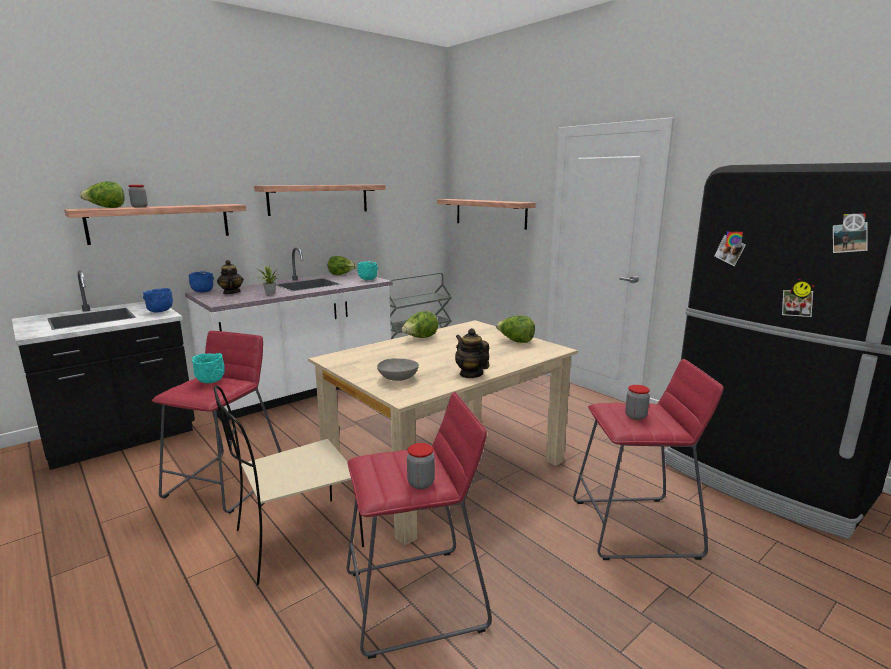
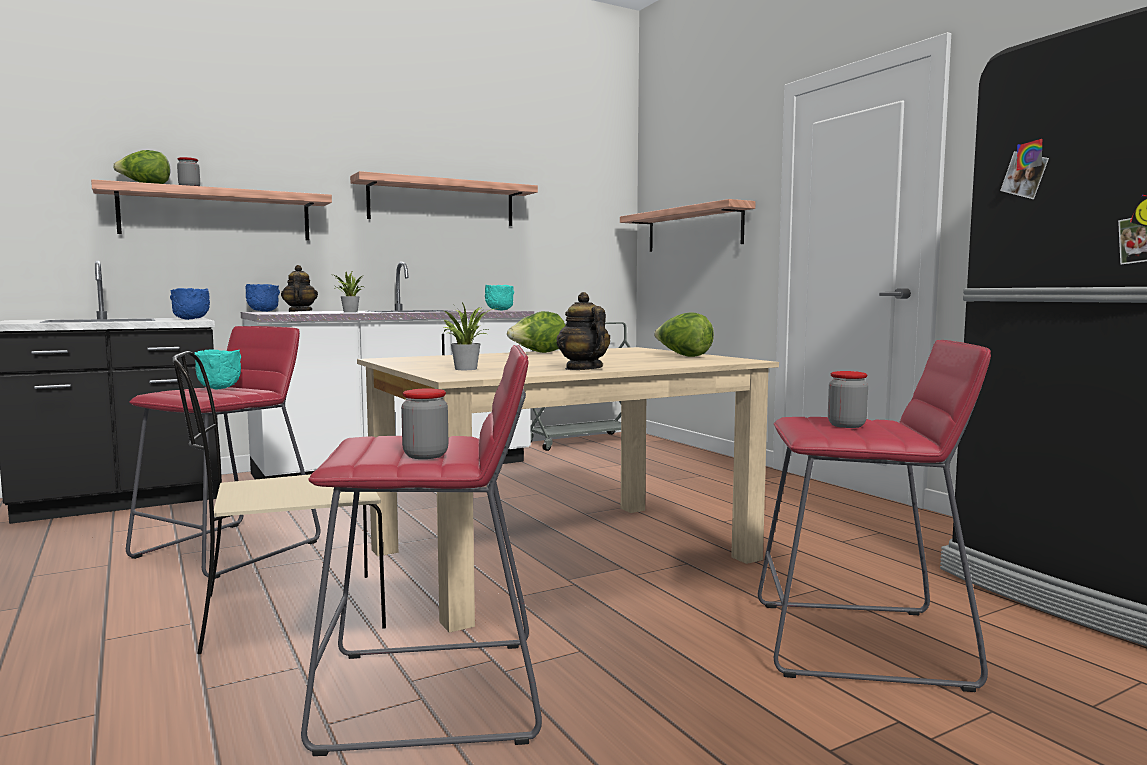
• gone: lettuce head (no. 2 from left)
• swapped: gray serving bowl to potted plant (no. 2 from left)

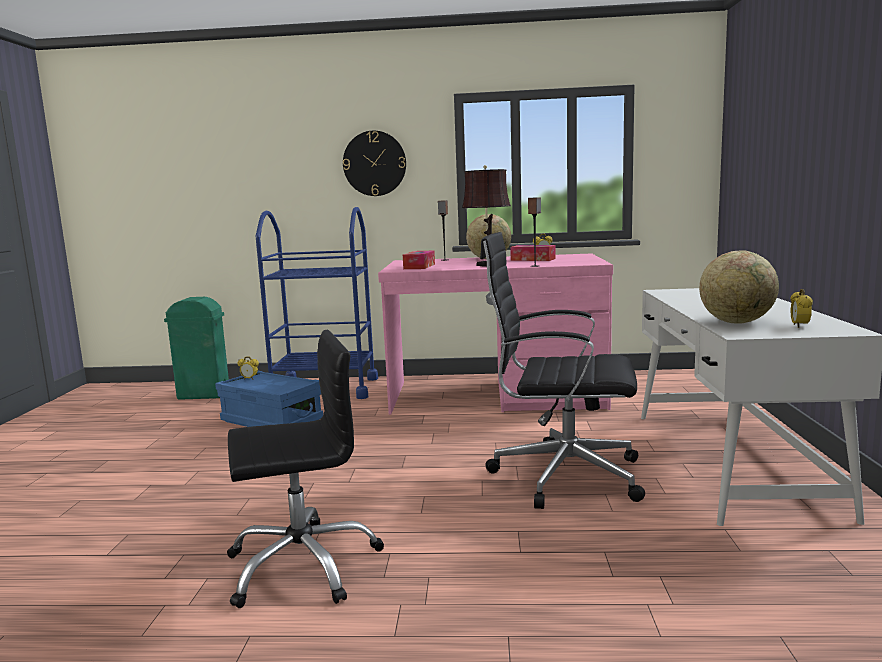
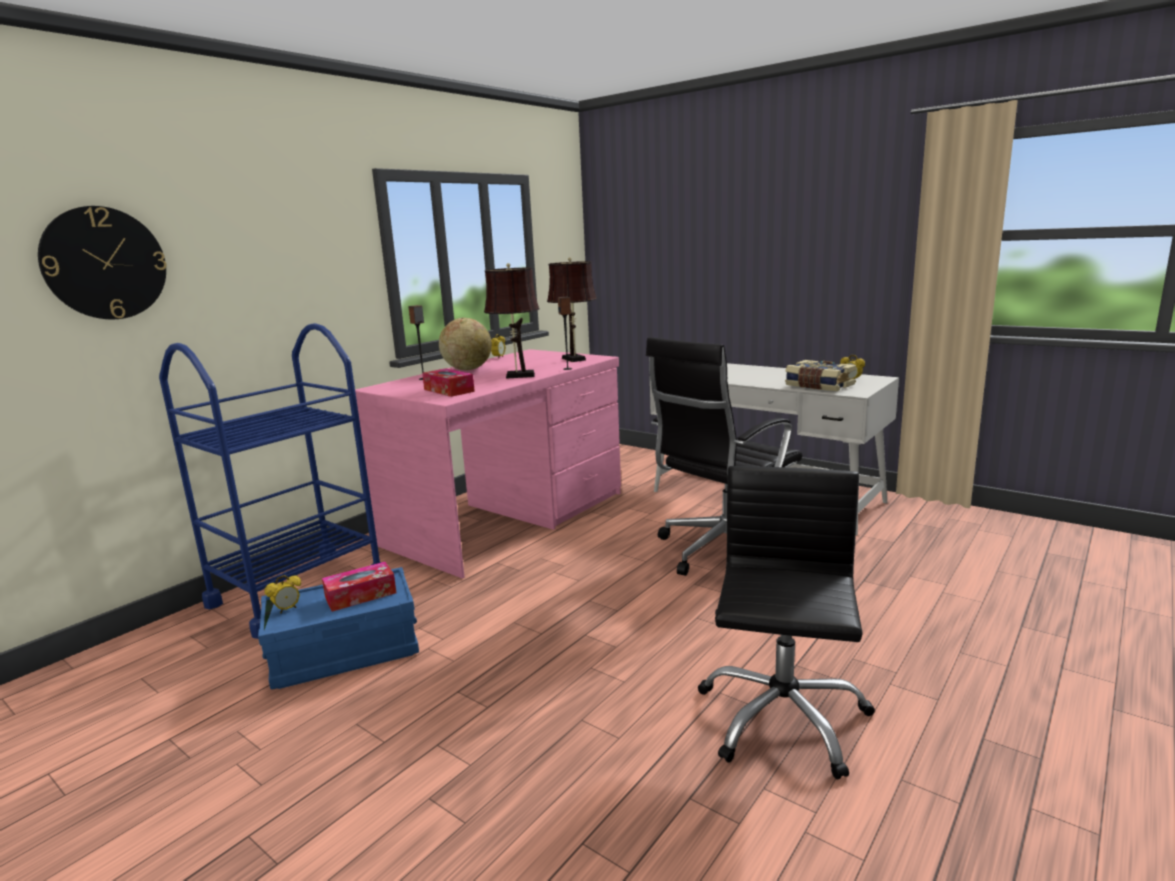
• gone: greenish waste bin
• new: brown-coloured table lamp (no. 2 from left)
• shifted: hanging clock
• shifted: tissue holder (no. 2 from left in the first image) to tissue holder (no. 1 from left)
• swapped: world globe (no. 2 from left) to book

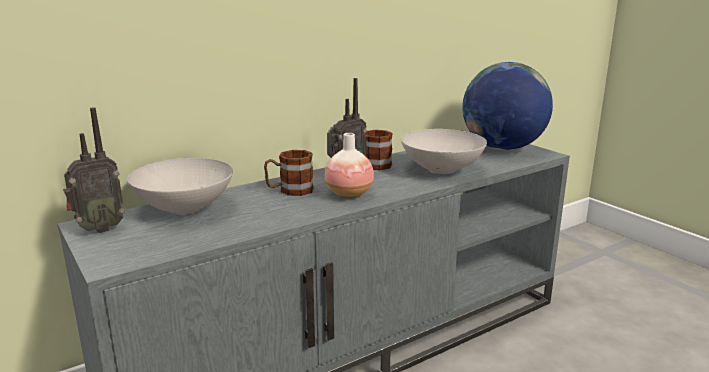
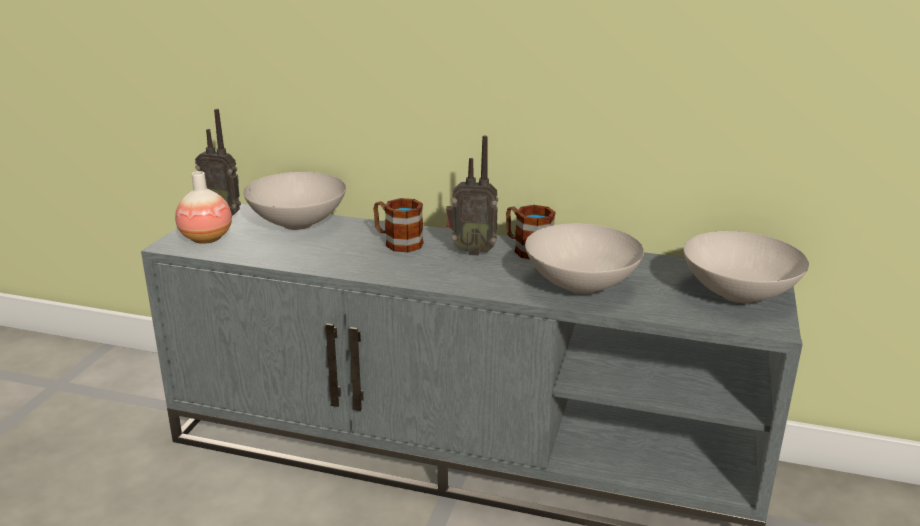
• shifted: decorative vase
• swapped: world globe to white-coloured serving bowl (no. 3 from left)

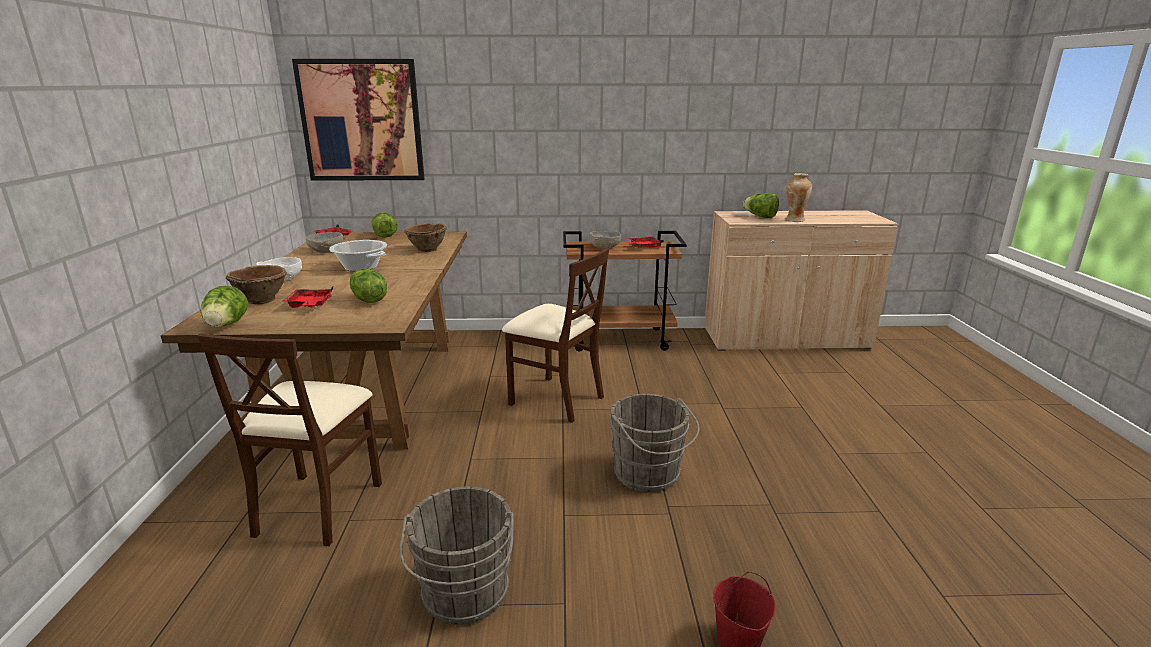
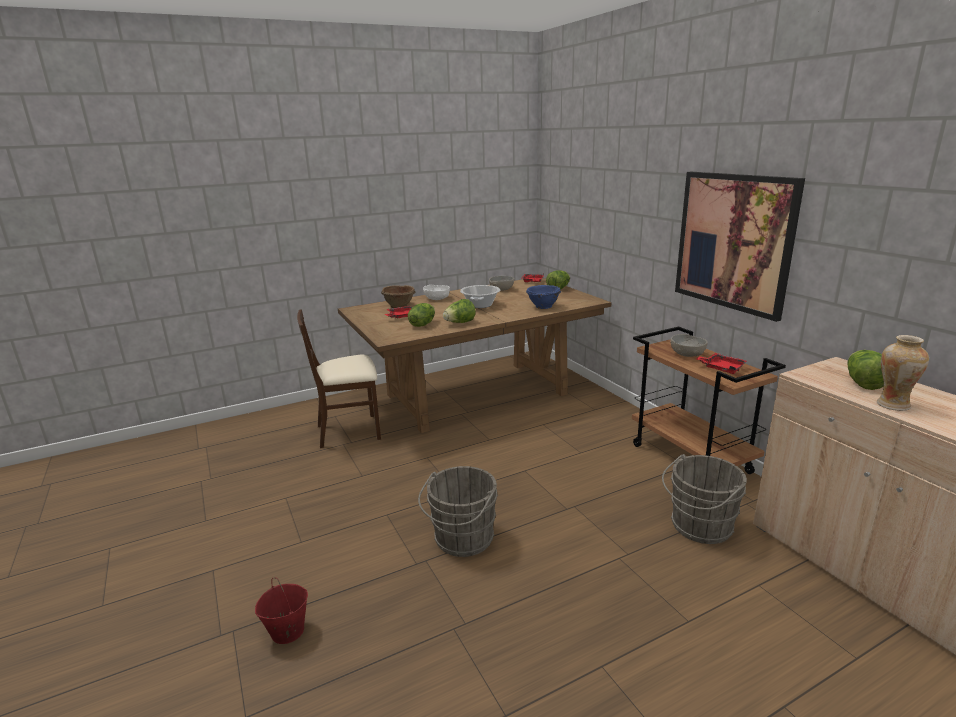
• gone: sand-coloured upright chair (no. 2 from left)
• shifted: lettuce head (no. 1 from left in the first image) to lettuce head (no. 2 from left)
• shifted: wall picture
• shifted: gray bucket (no. 1 from left in the first image) to gray bucket (no. 2 from left)
• repainted: brown-coloured serving bowl (no. 2 from left) to bluish serving bowl

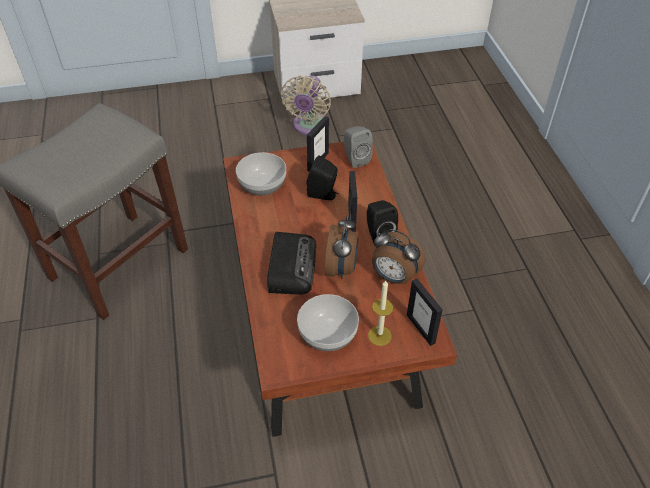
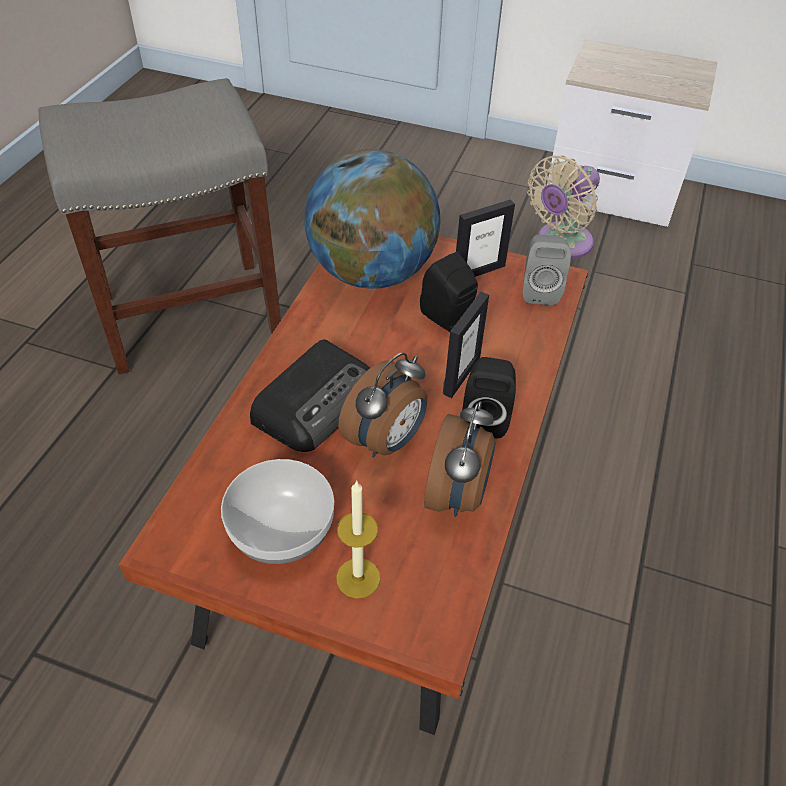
• gone: picture frame (no. 3 from left)
• swapped: serving bowl (no. 1 from left) to world globe
• rotated: bedside clock (no. 2 from left) 135 degrees counterclockwise

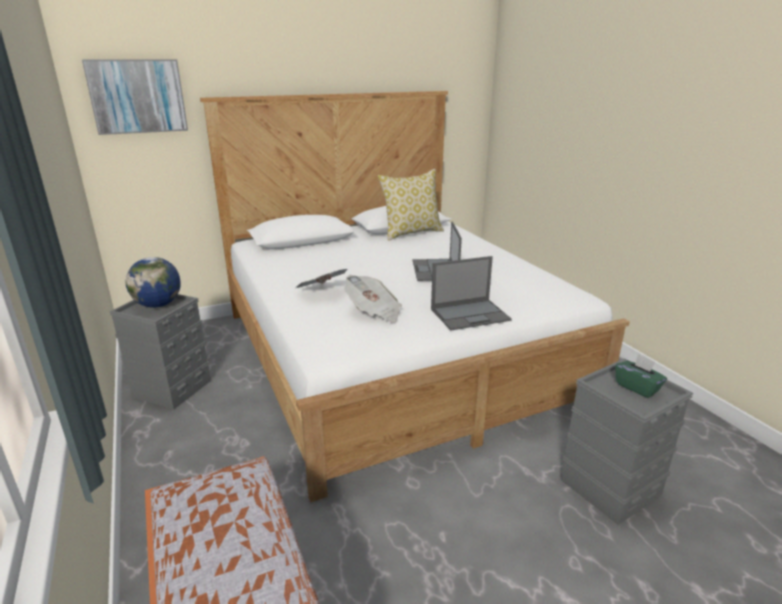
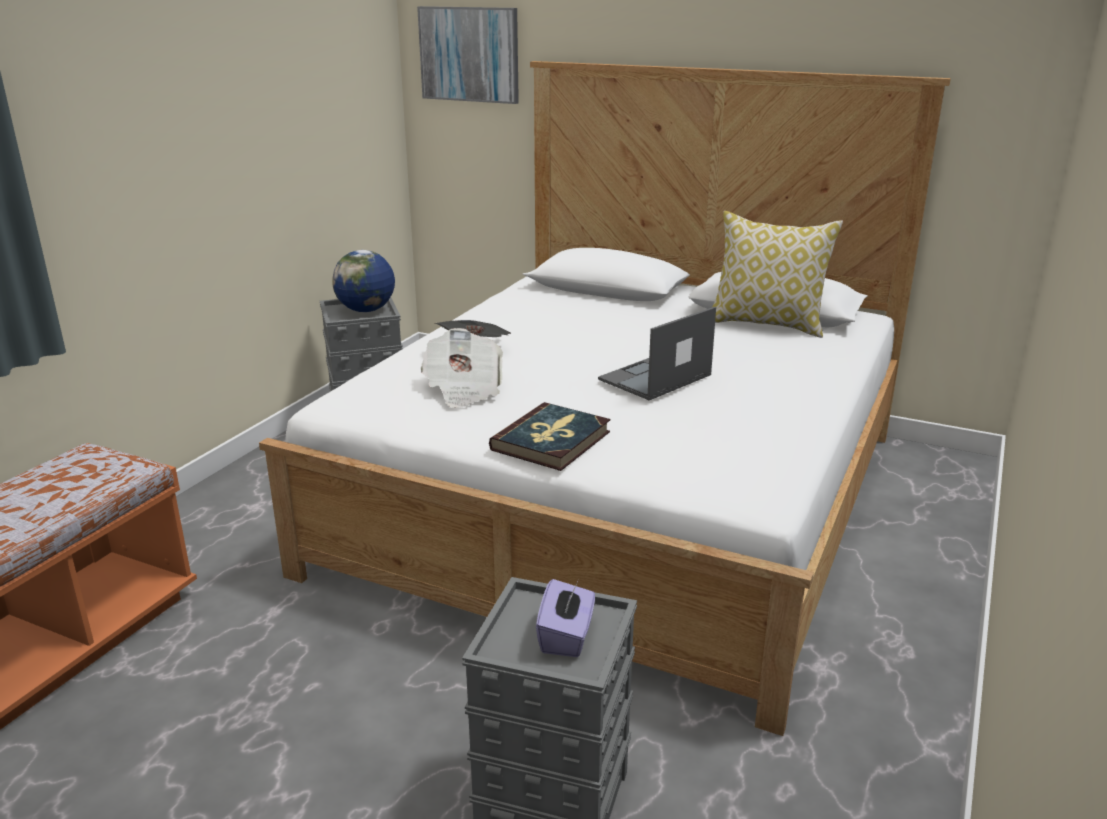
• swapped: portable computer (no. 2 from left) to book
• repainted: greenish tissue holder to purple tissue holder

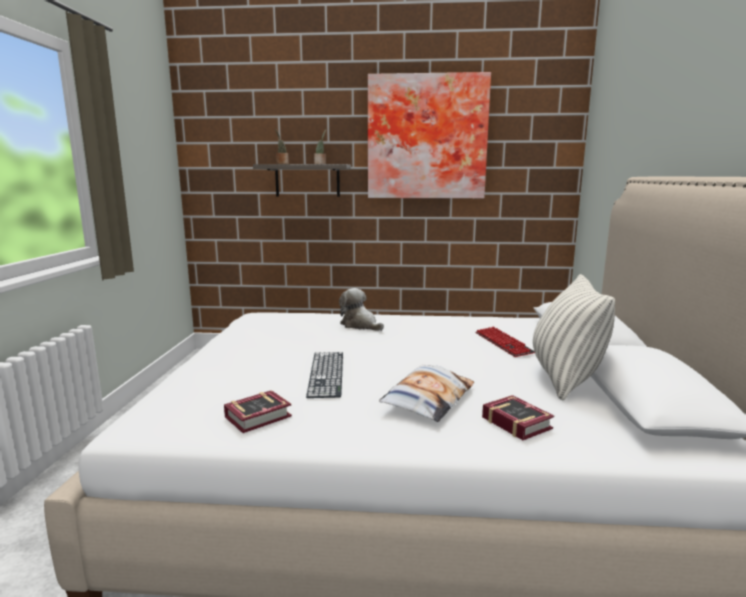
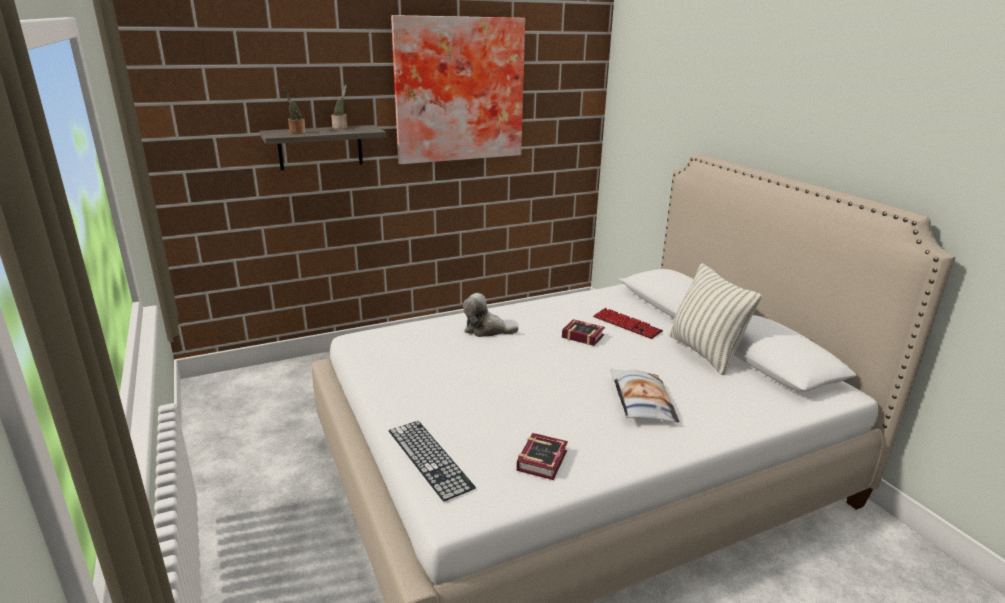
• shifted: keyboard (no. 1 from left)
• shifted: book (no. 2 from left)

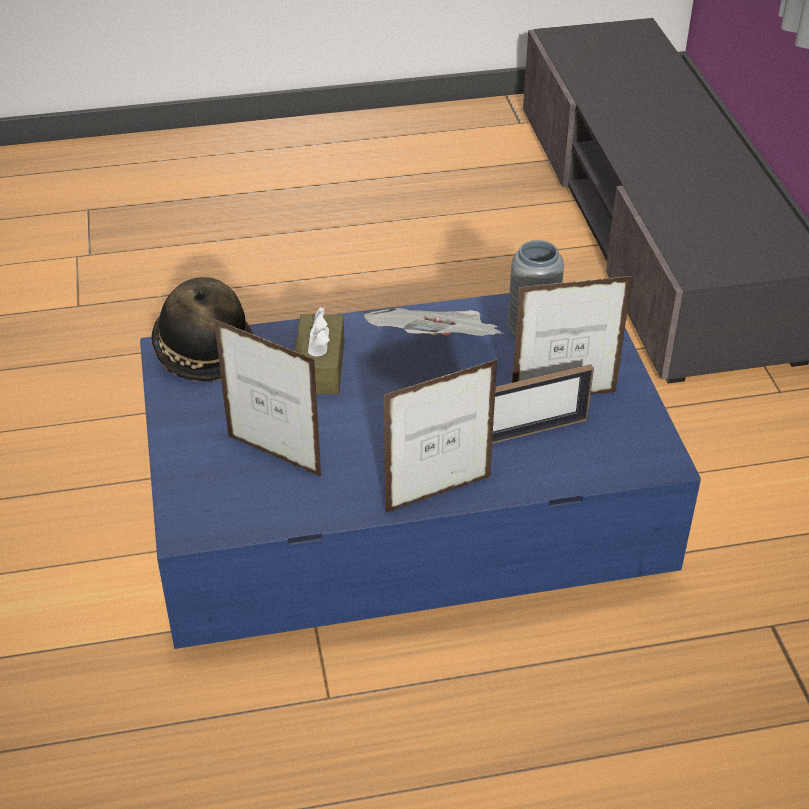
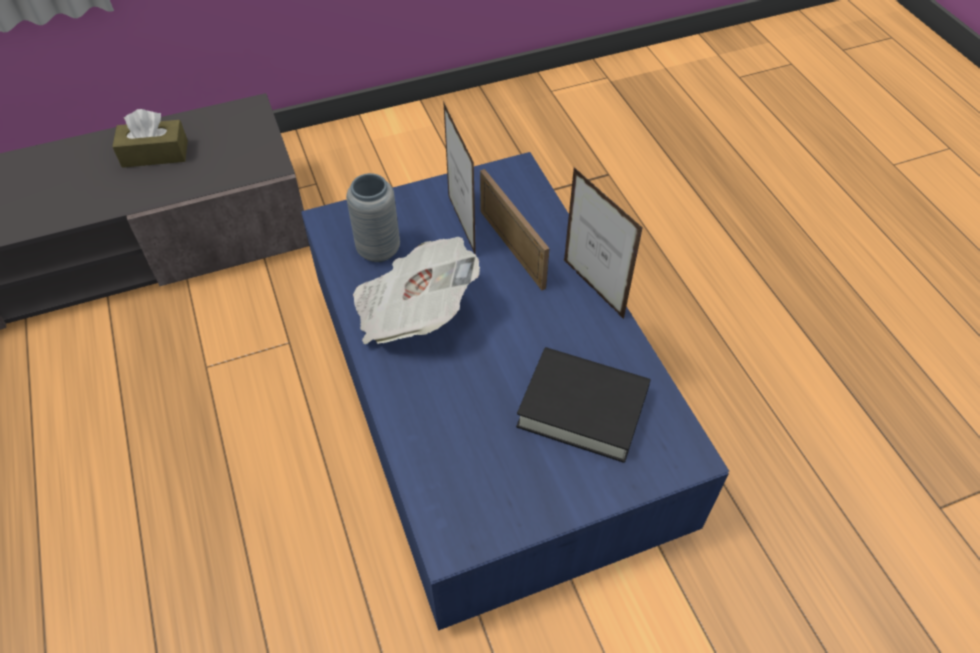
• gone: wearable hat
• shifted: brown-coloured tissue holder
• swapped: picture frame (no. 1 from left) to black-coloured book

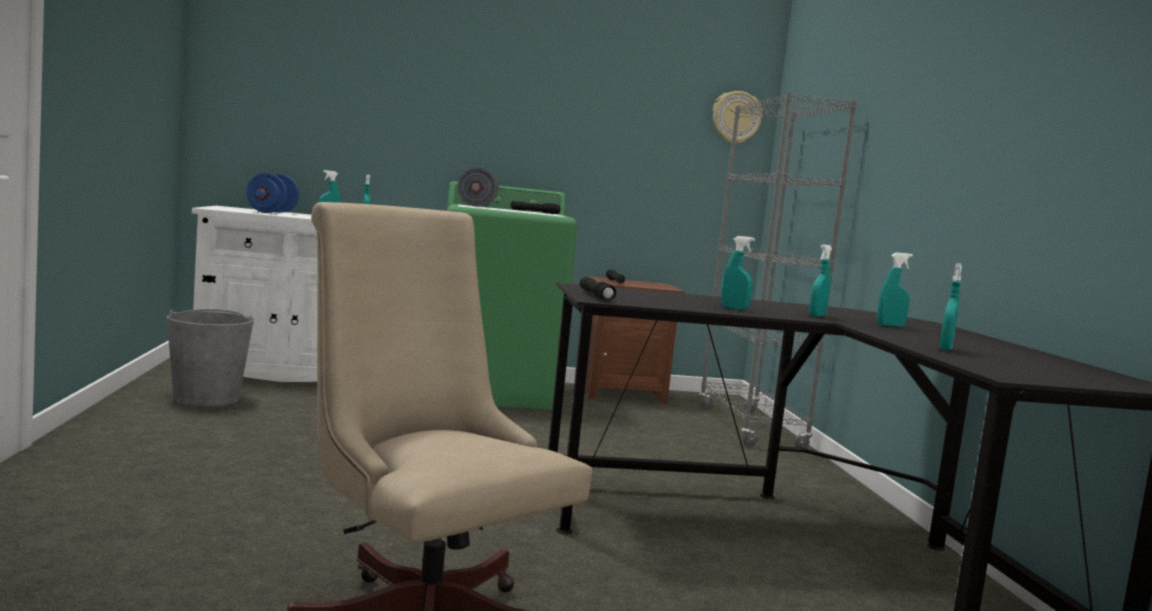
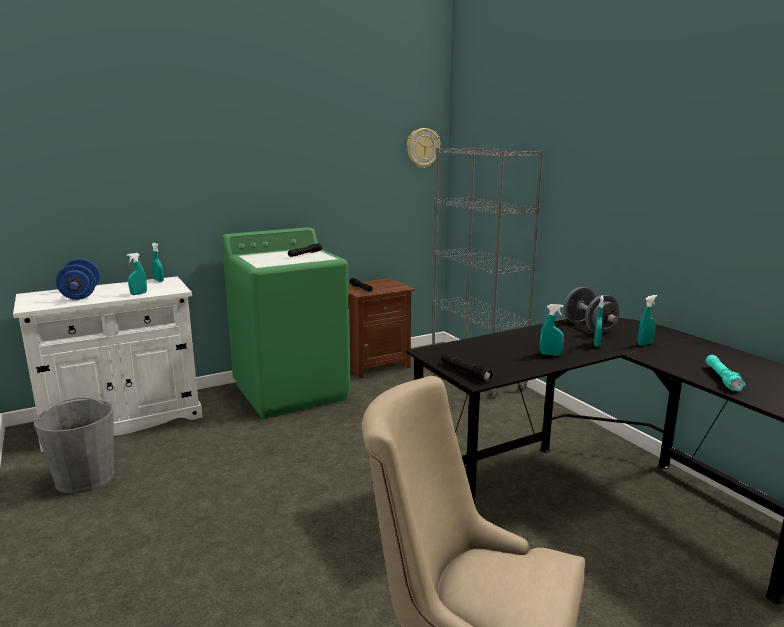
• shifted: gray free weight
• swapped: turquoise-coloured spray bottle (no. 6 from left) to turquoise-coloured hand torch

